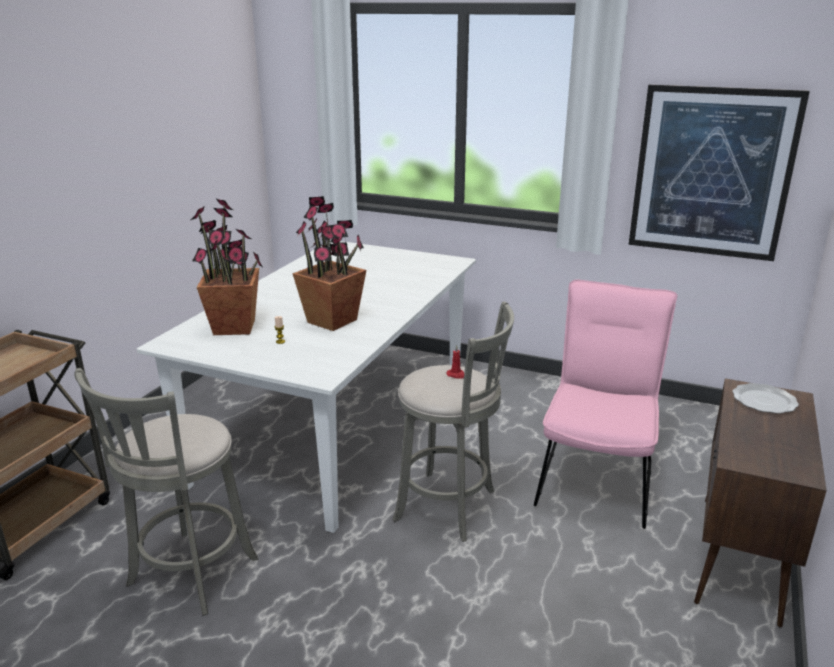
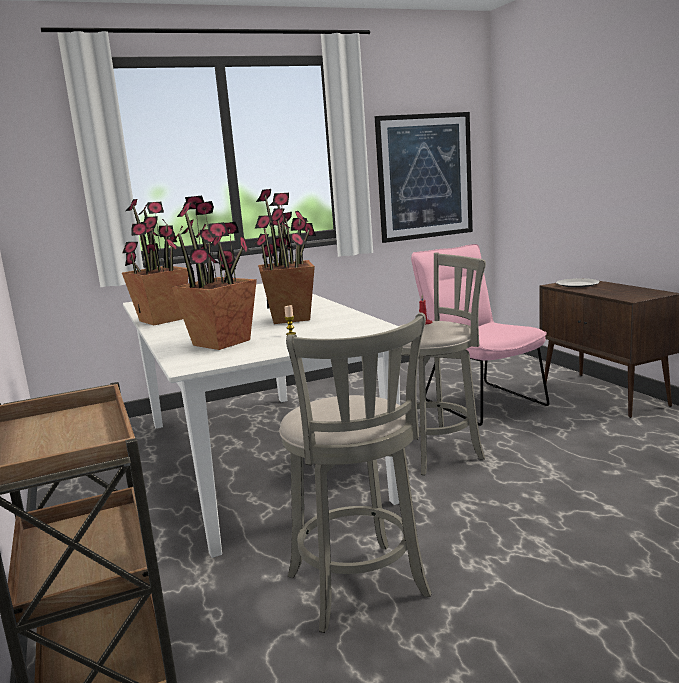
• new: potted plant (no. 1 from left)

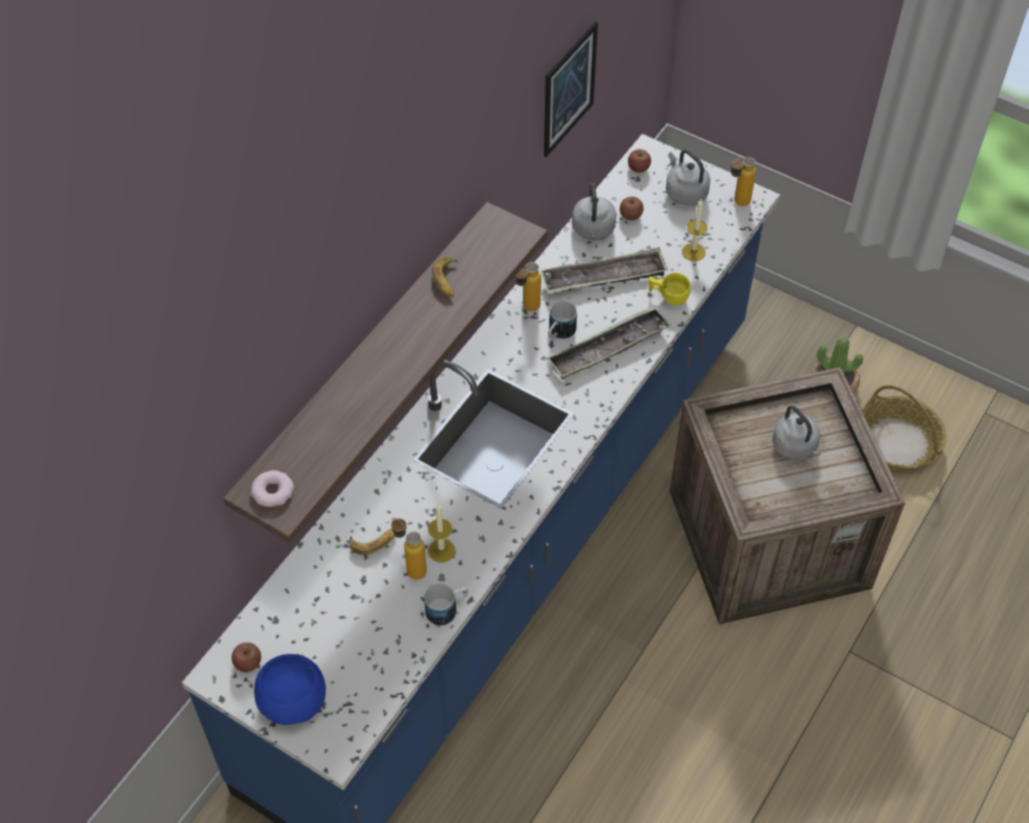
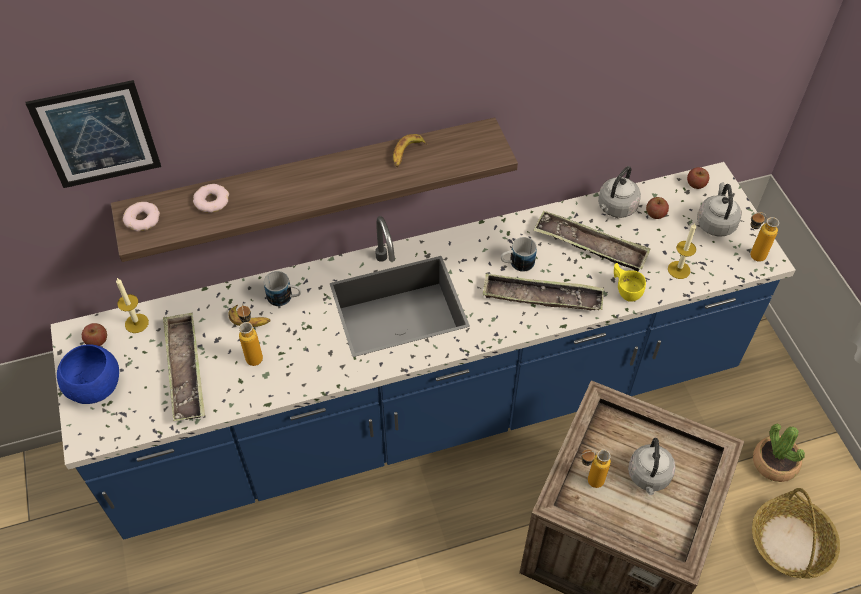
• new: serving tray (no. 1 from left)
• new: donut (no. 2 from left)
• shifted: mug (no. 1 from left)
• shifted: wax candle (no. 1 from left)
• shifted: bottle (no. 2 from left)
• shifted: wall picture

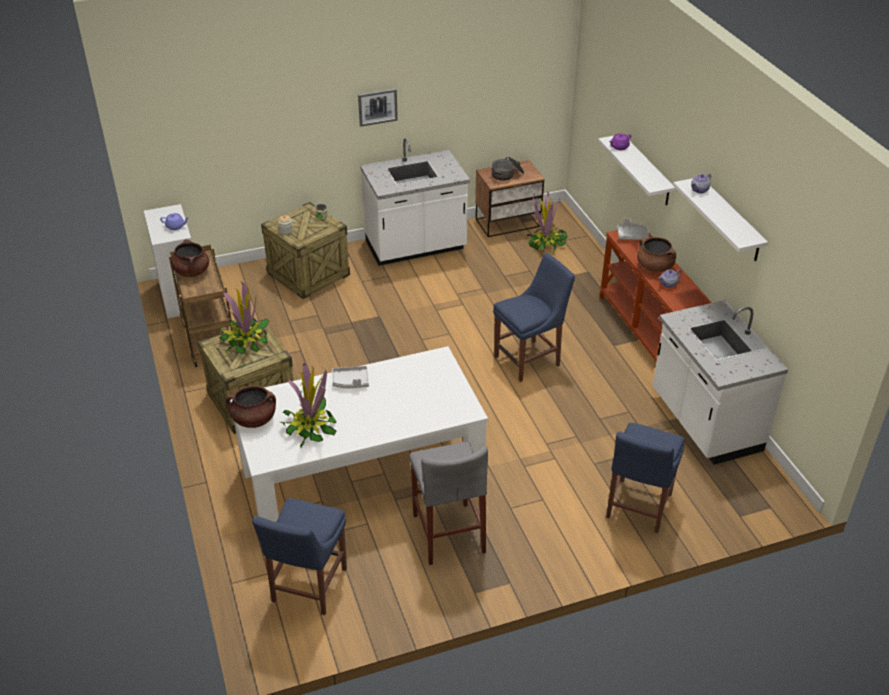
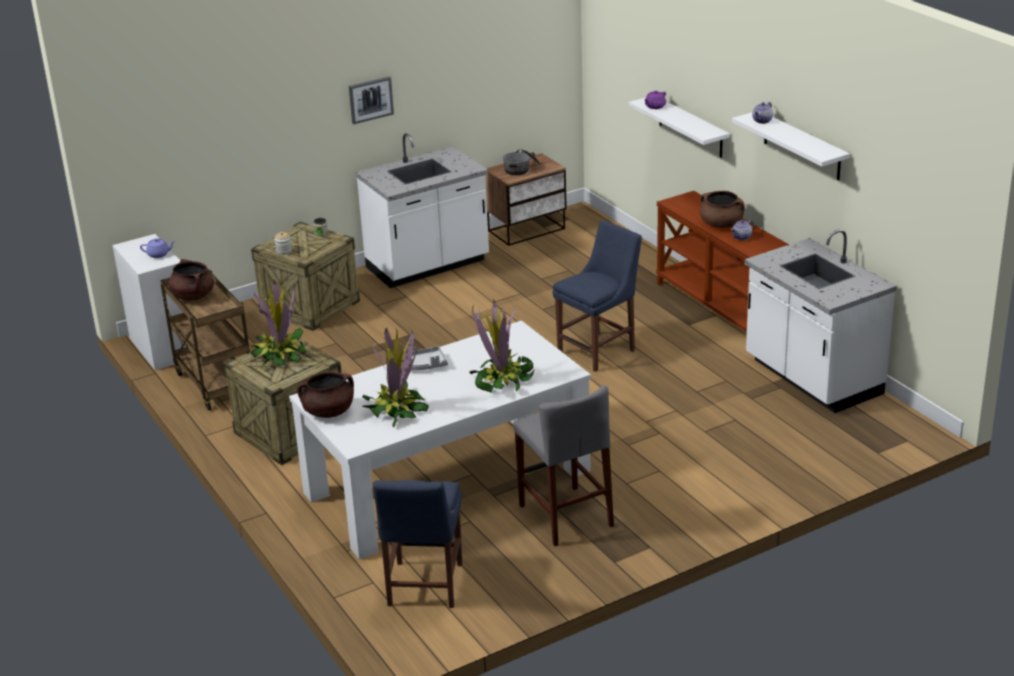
• gone: bluish upright chair (no. 3 from left)
• gone: gray serving tray (no. 2 from left)
• shifted: potted plant (no. 3 from left)

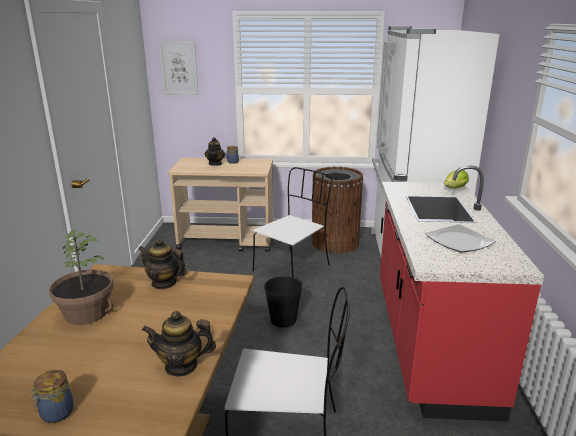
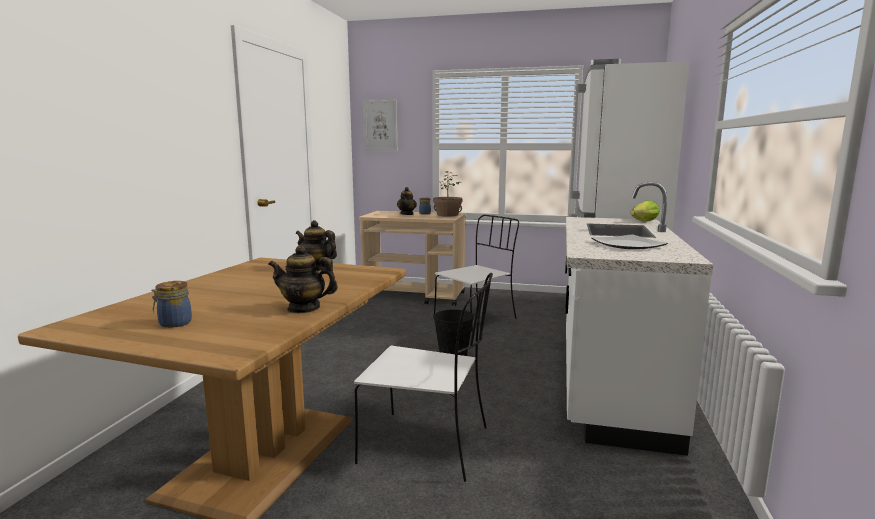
• gone: brown-coloured waste bin
• shifted: potted plant
• repainted: red kitchen base unit to white-coloured kitchen base unit

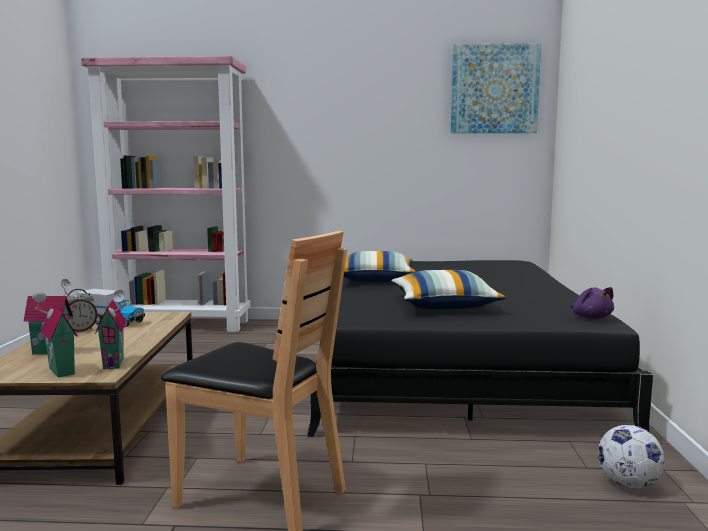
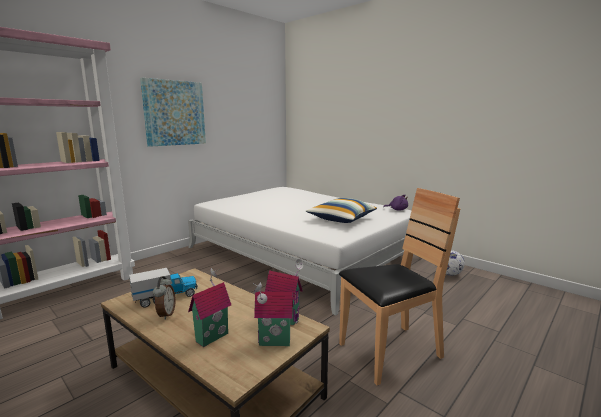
• gone: cushion (no. 1 from left)
• shifted: wall picture
• repainted: black-coloured sleeping bed to white-coloured sleeping bed

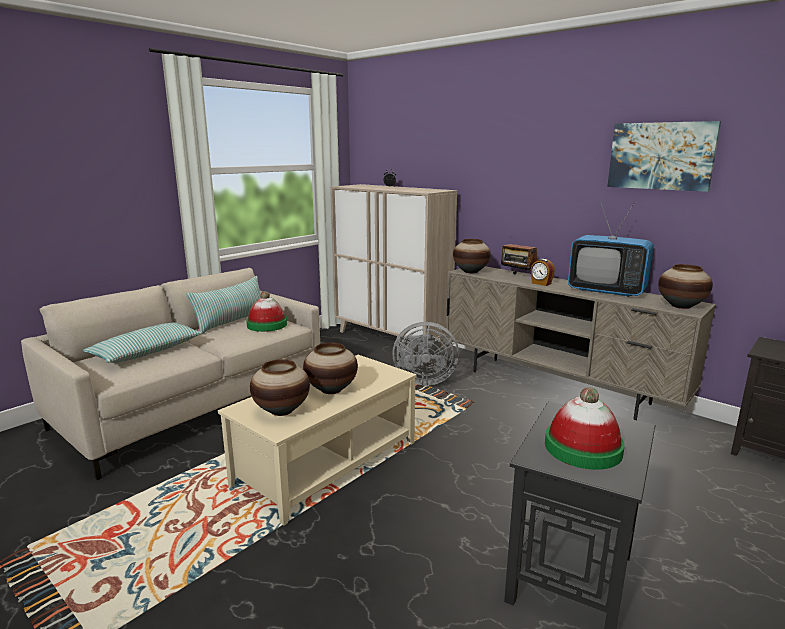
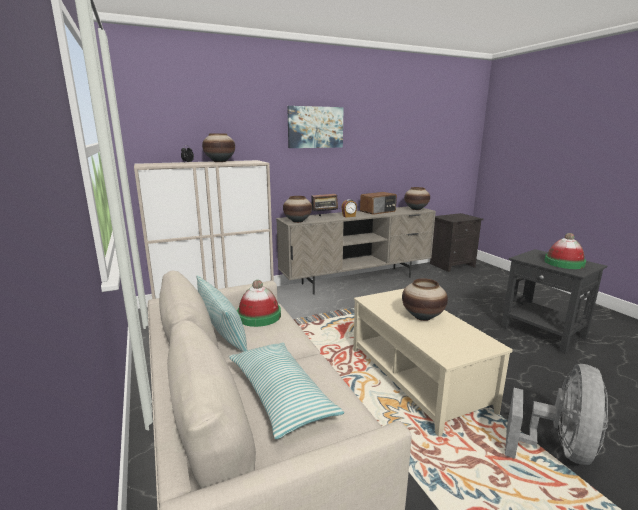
• shifted: decorative vase (no. 1 from left)
• shifted: gray fan
• shifted: wall picture
• swapped: TV to radio (no. 2 from left)

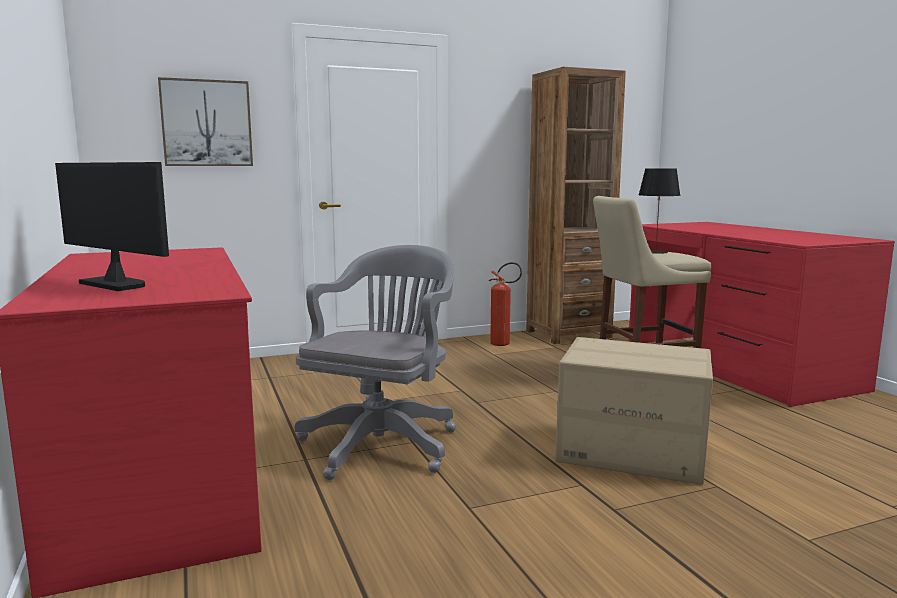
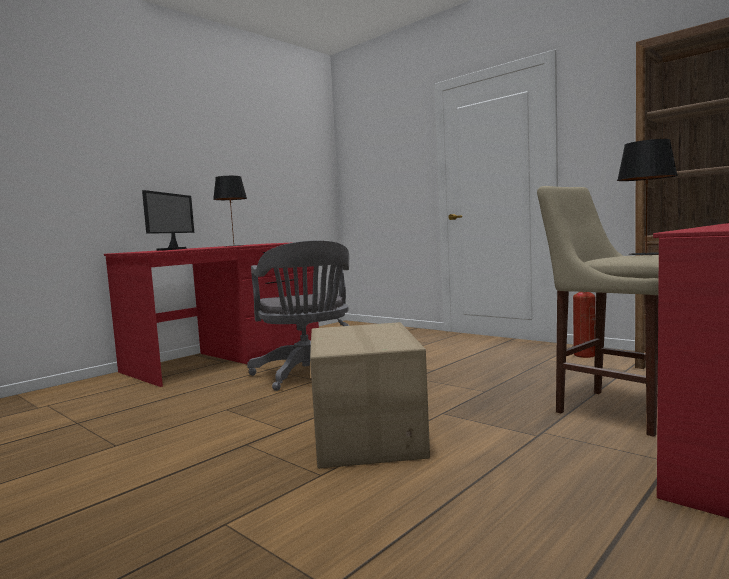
• gone: wall picture
• new: black-coloured table lamp (no. 1 from left)
• rotated: gray desk chair 75 degrees clockwise

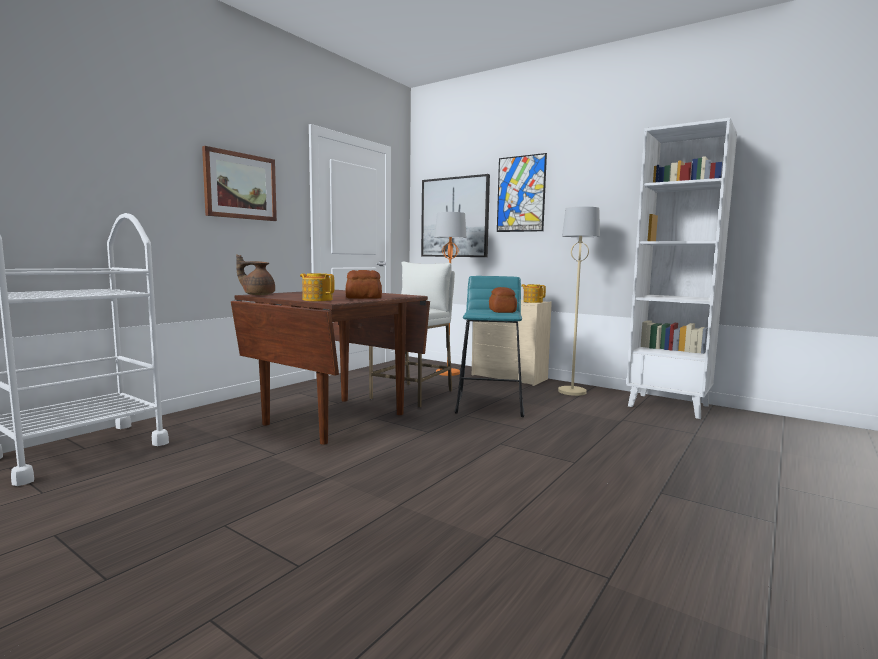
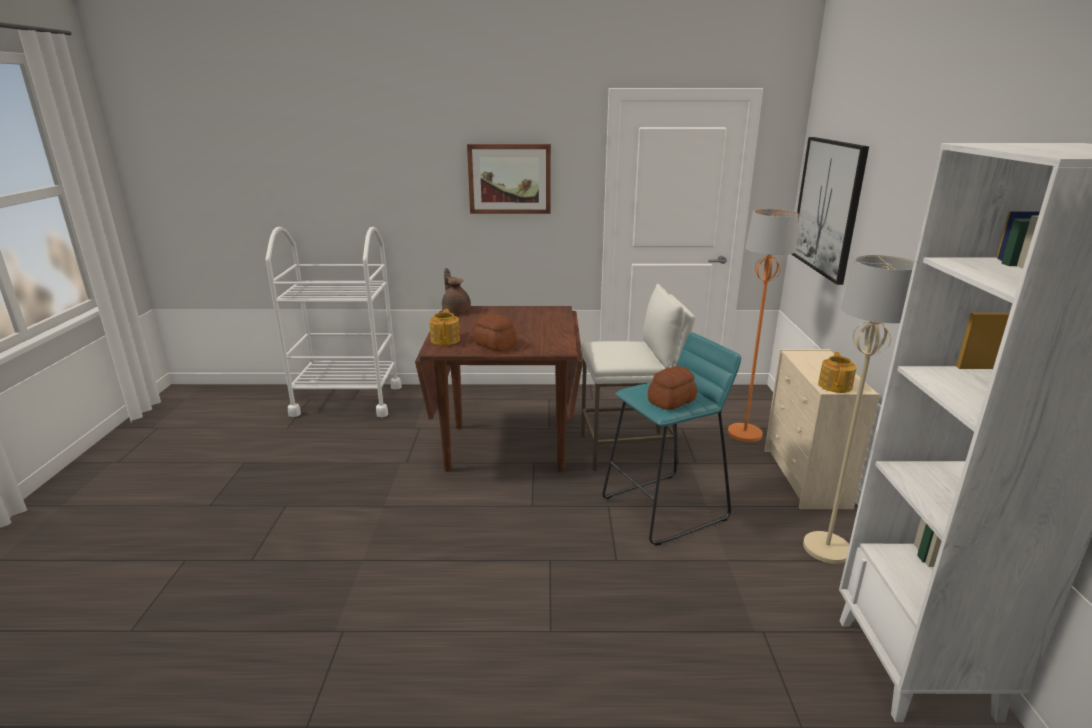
• gone: wall picture (no. 3 from left)

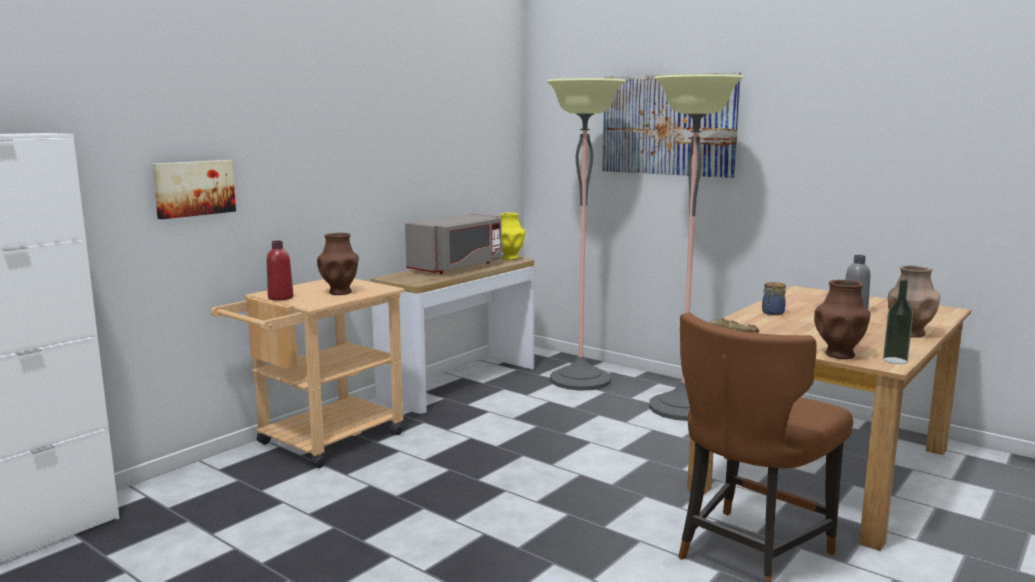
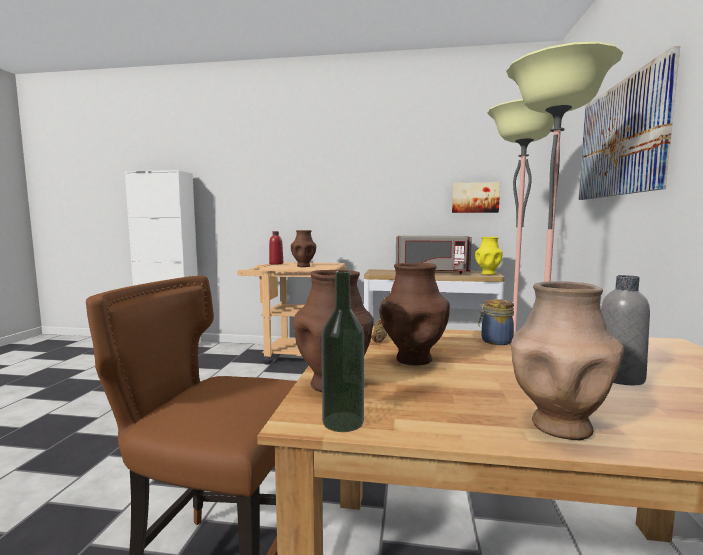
• new: brown-coloured decorative vase (no. 3 from left)
• shifted: wall picture (no. 1 from left)

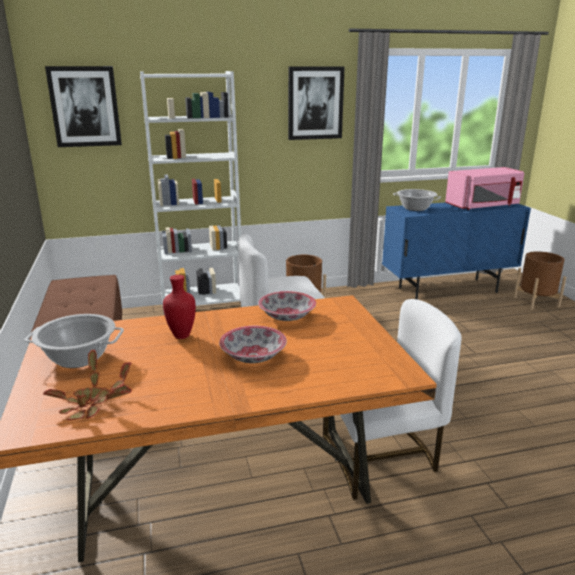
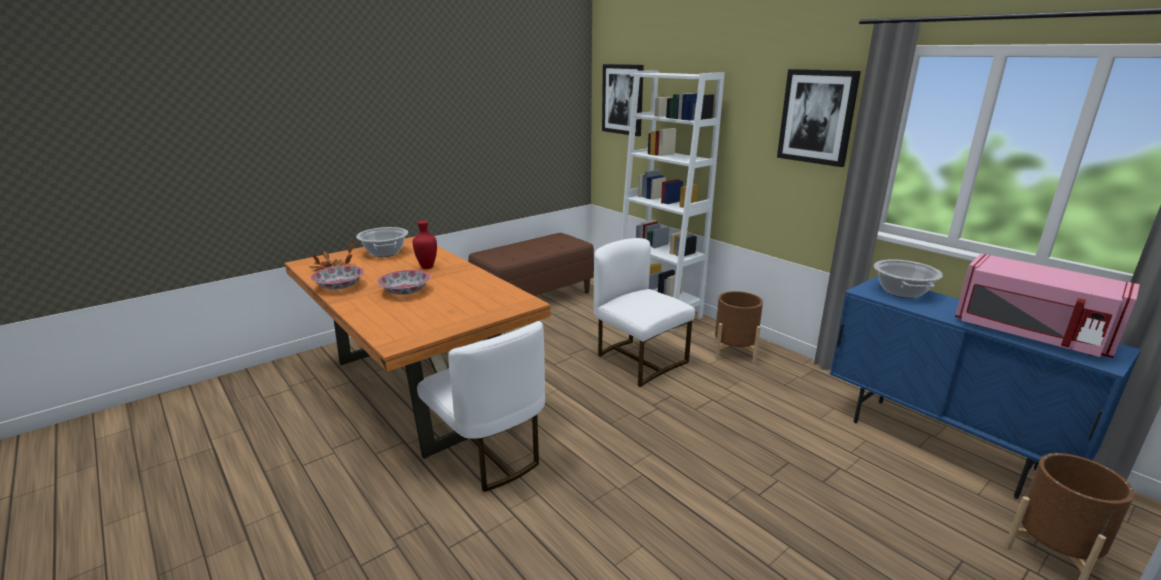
• shifted: serving bowl (no. 2 from left in the first image) to serving bowl (no. 1 from left)

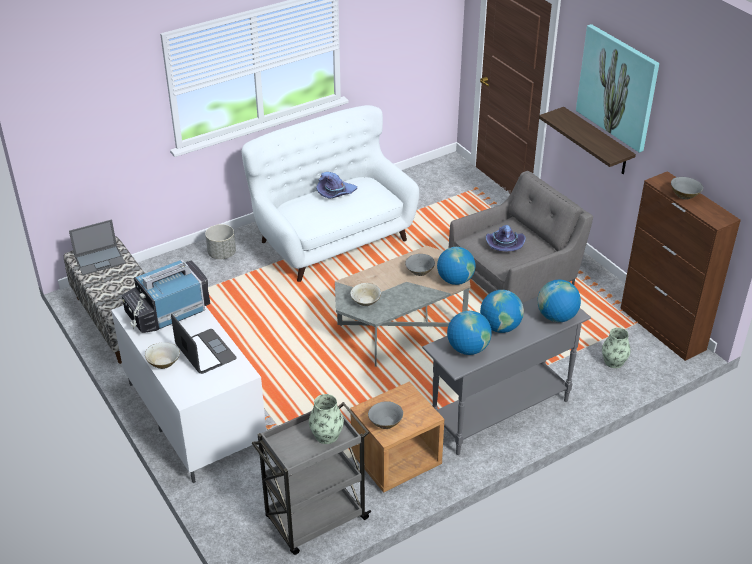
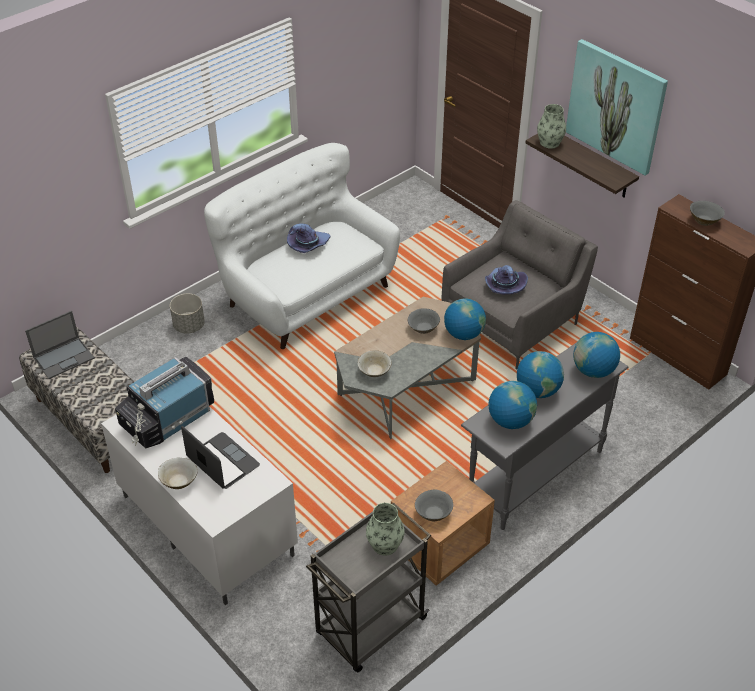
• shifted: decorative vase (no. 2 from left)

